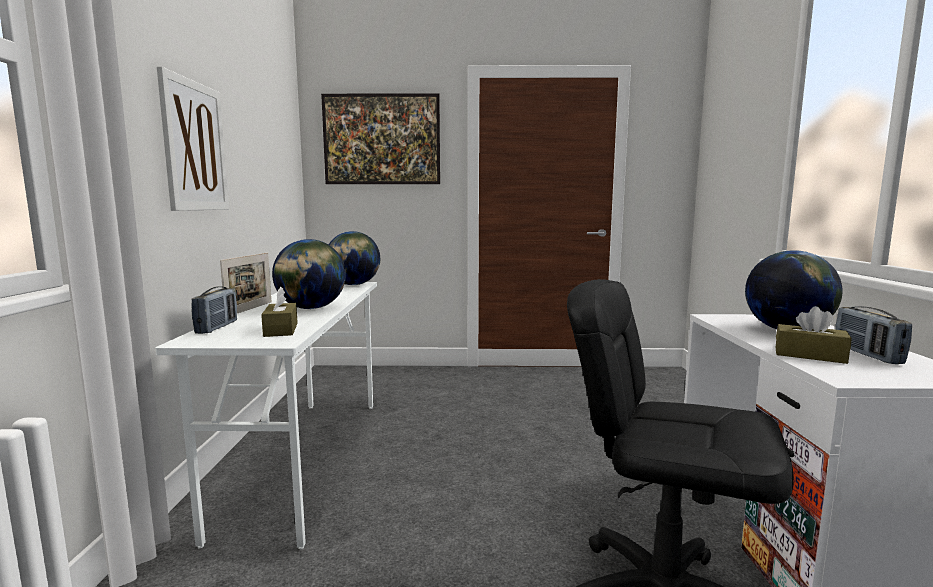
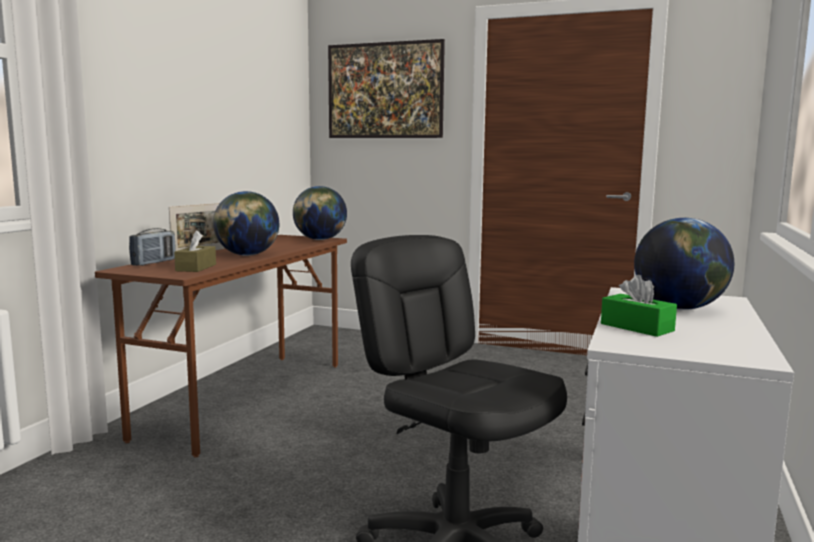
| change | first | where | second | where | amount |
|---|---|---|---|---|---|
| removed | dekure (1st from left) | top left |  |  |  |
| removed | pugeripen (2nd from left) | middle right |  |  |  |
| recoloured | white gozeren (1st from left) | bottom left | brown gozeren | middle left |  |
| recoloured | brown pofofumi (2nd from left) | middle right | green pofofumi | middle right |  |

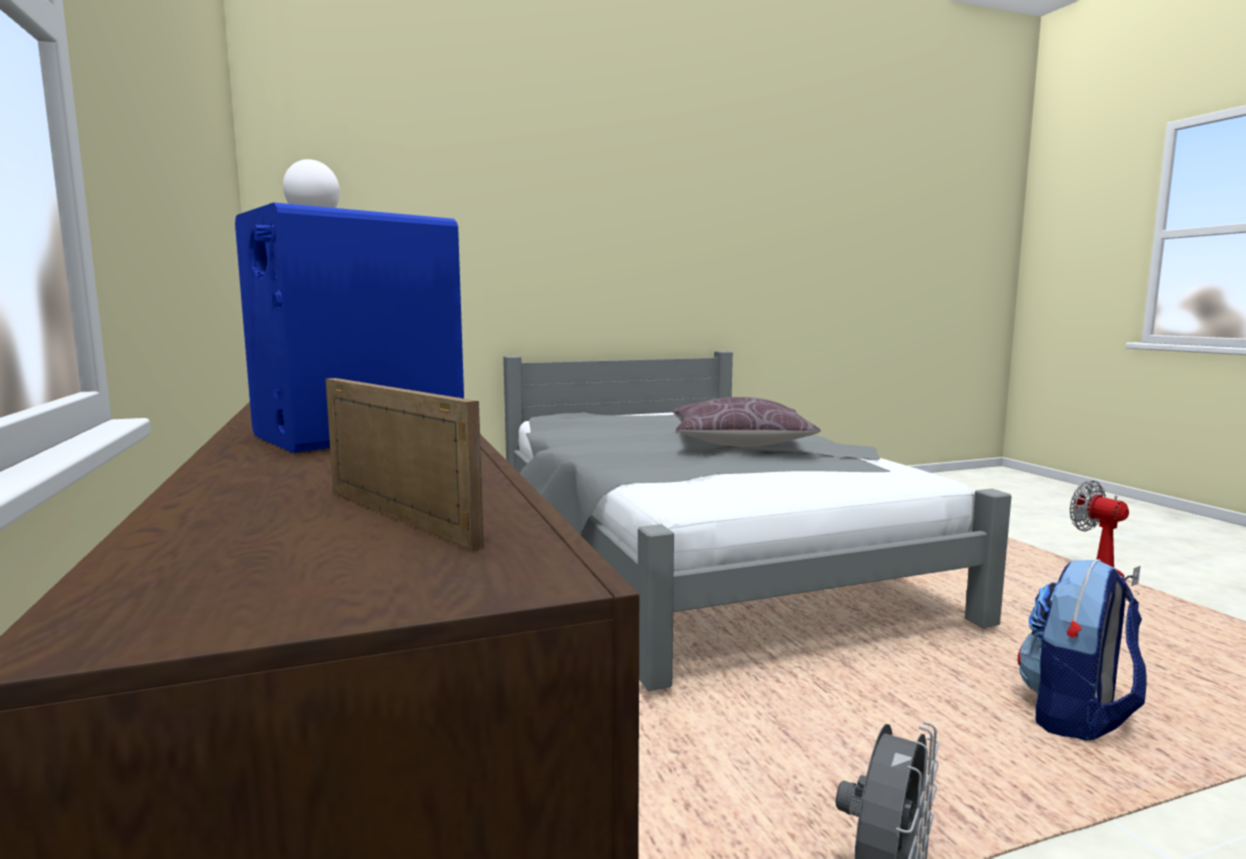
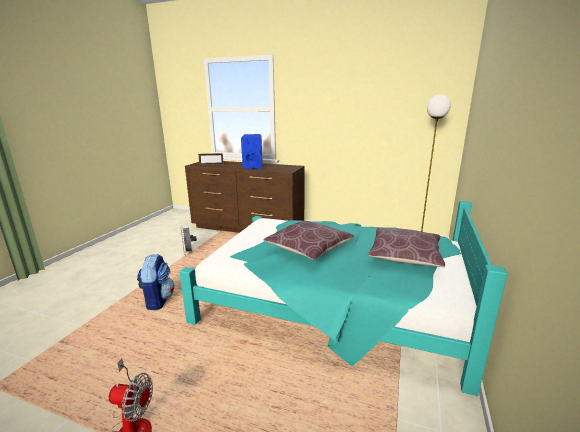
| change | first | where | second | where | amount |
|---|---|---|---|---|---|
| added |  |  | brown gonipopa (2nd from left) | middle right |  |
| recoloured | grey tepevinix | centre | turquoise tepevinix | bottom centre |  |

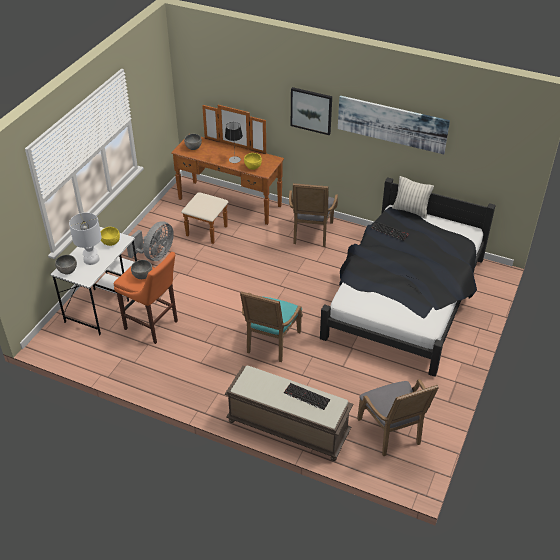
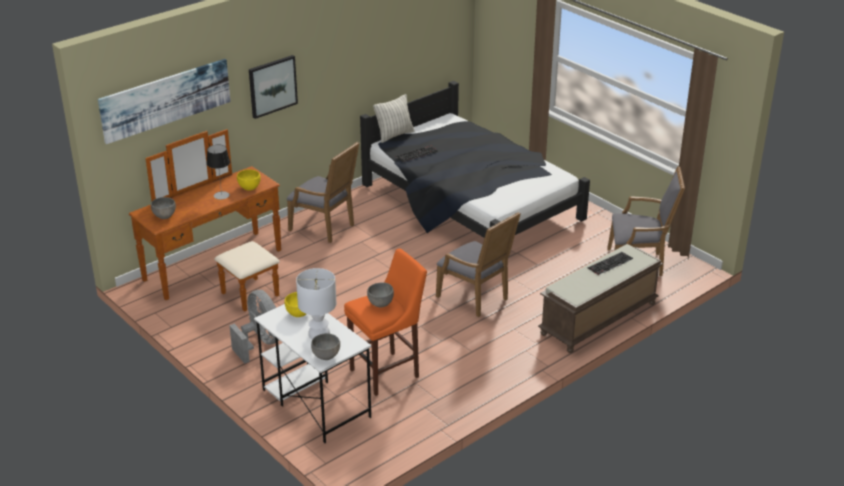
| change | first | where | second | where | amount |
|---|---|---|---|---|---|
| moved | dekure (2nd from left in the first image) | top right | dekure (1st from left) | top left |  |
| recoloured | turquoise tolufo | centre | grey tolufo (2nd from left) | centre |  |

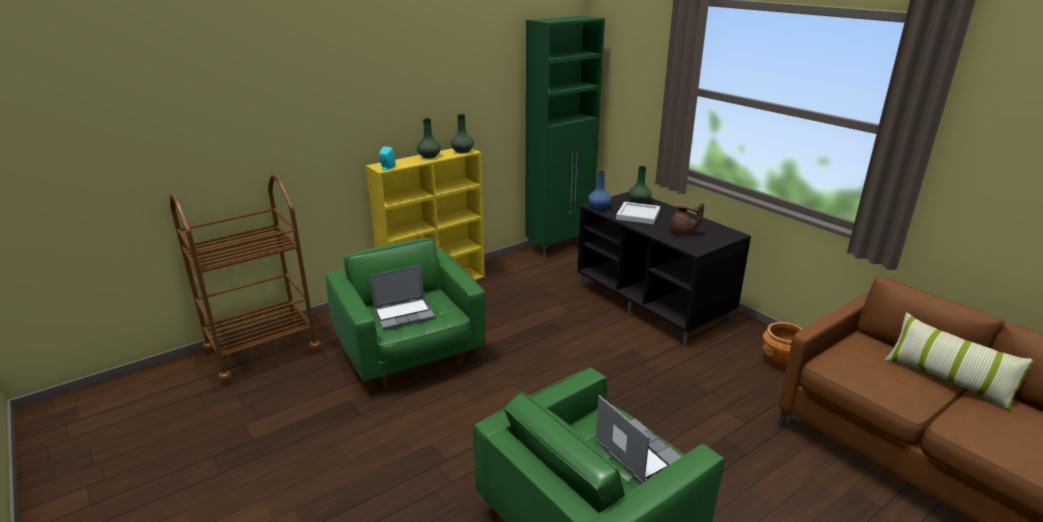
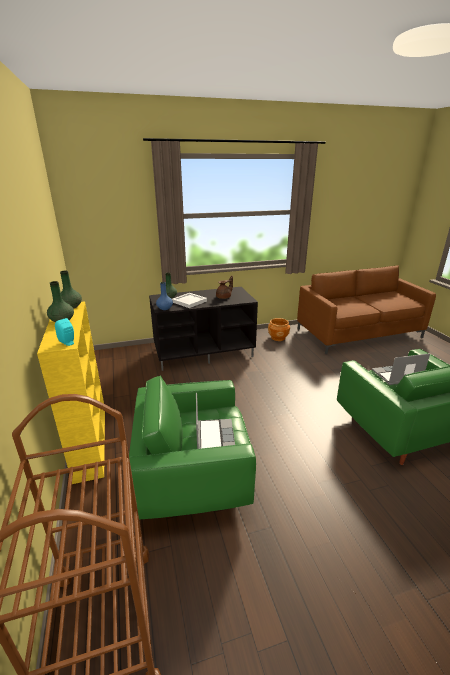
| change | first | where | second | where | amount |
|---|---|---|---|---|---|
| removed | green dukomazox | top centre |  |  |  |
| removed | gonipopa | bottom right |  |  |  |

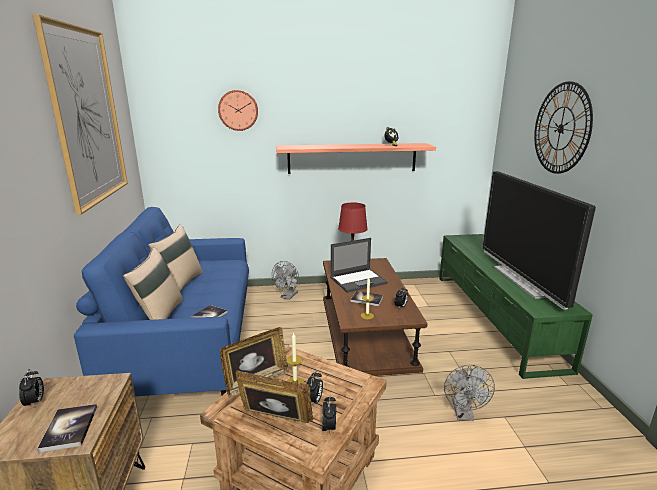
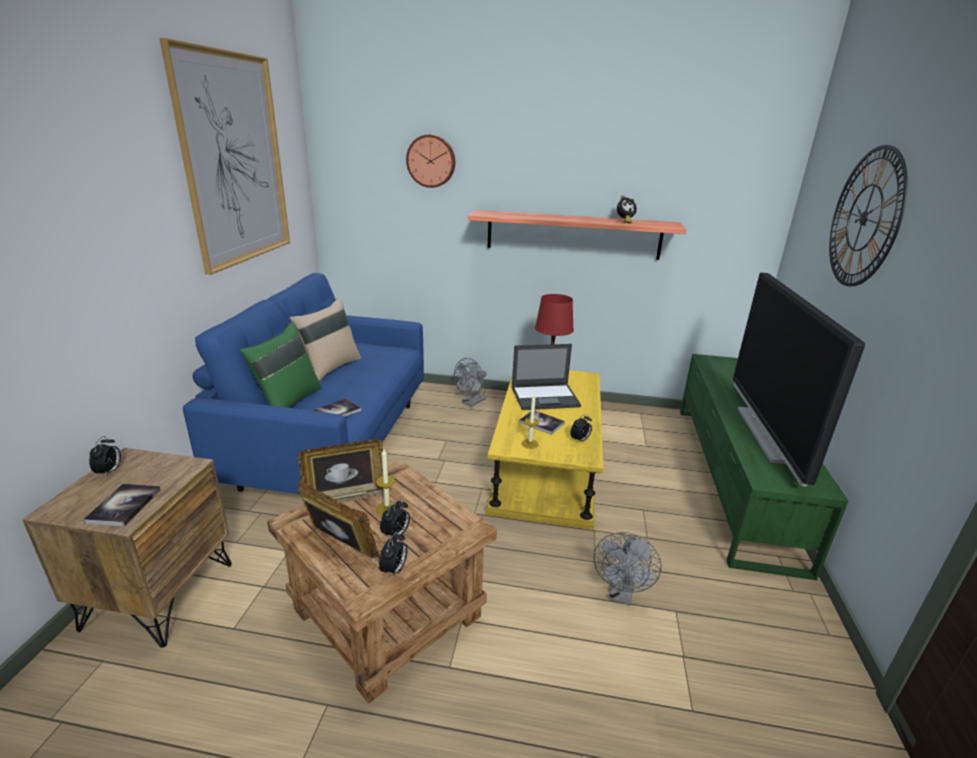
| change | first | where | second | where | amount |
|---|---|---|---|---|---|
| recoloured | beige gonipopa (1st from left) | middle left | green gonipopa | middle left |  |
| recoloured | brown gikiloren | centre | yellow gikiloren | centre |  |

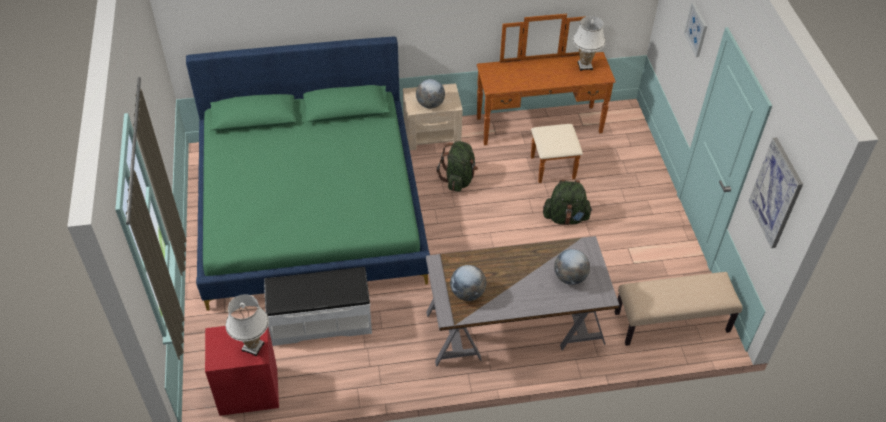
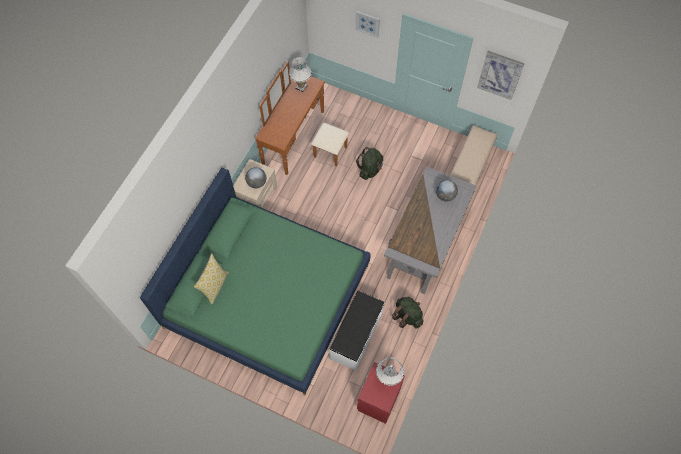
| change | first | where | second | where | amount |
|---|---|---|---|---|---|
| removed | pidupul (2nd from left) | bottom centre |  |  |  |
| added |  |  | gonipopa | middle left |  |
| moved | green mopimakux (1st from left in the first image) | centre | green mopimakux (2nd from left) | bottom centre |  |

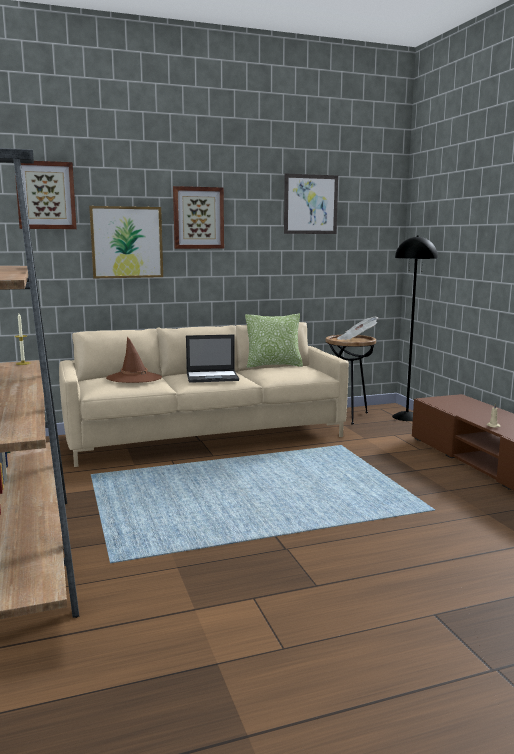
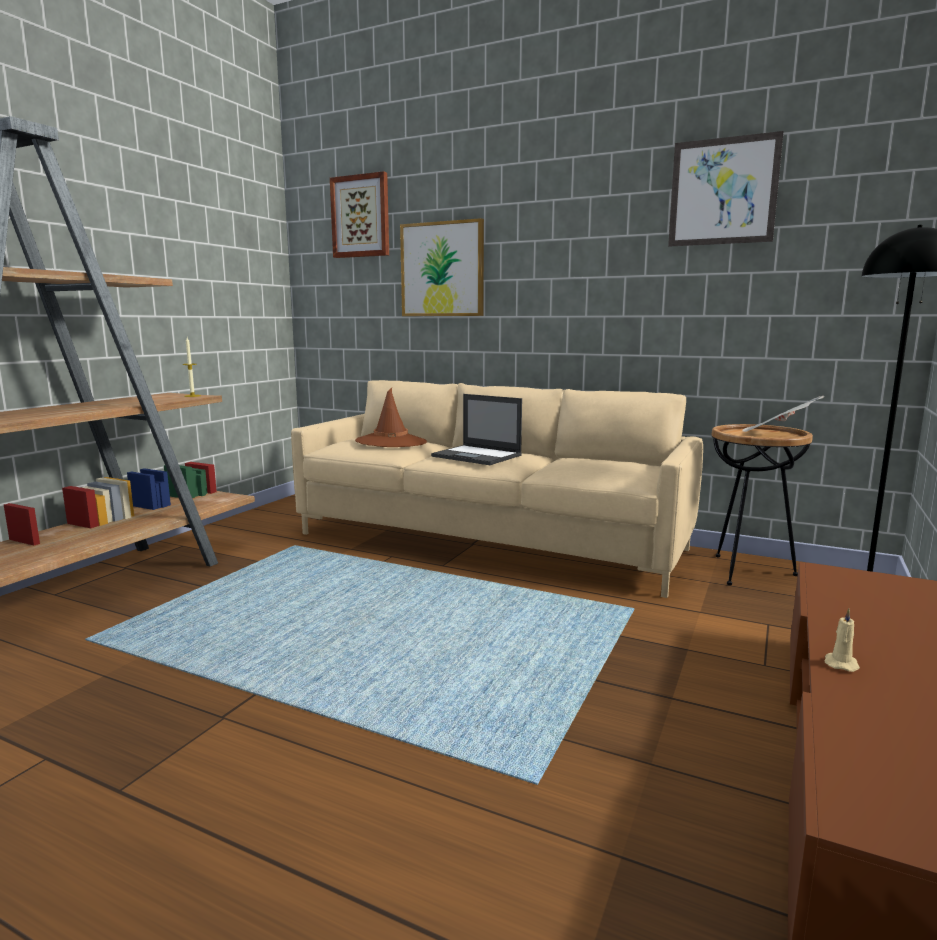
| change | first | where | second | where | amount |
|---|---|---|---|---|---|
| removed | dekure (3rd from left) | top centre |  |  |  |
| removed | gonipopa | centre |  |  |  |

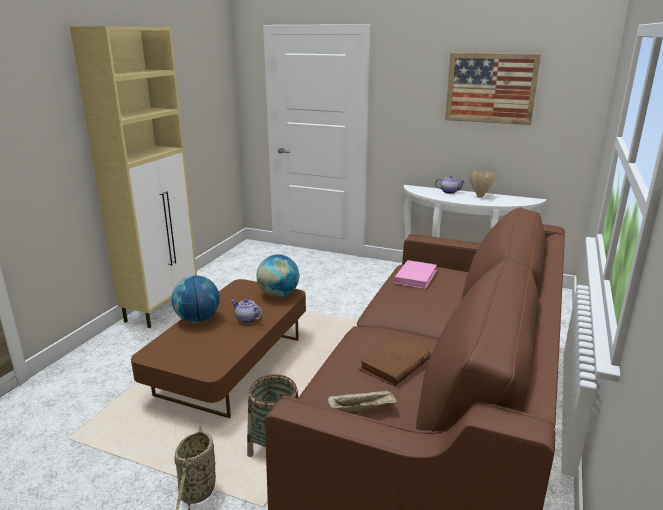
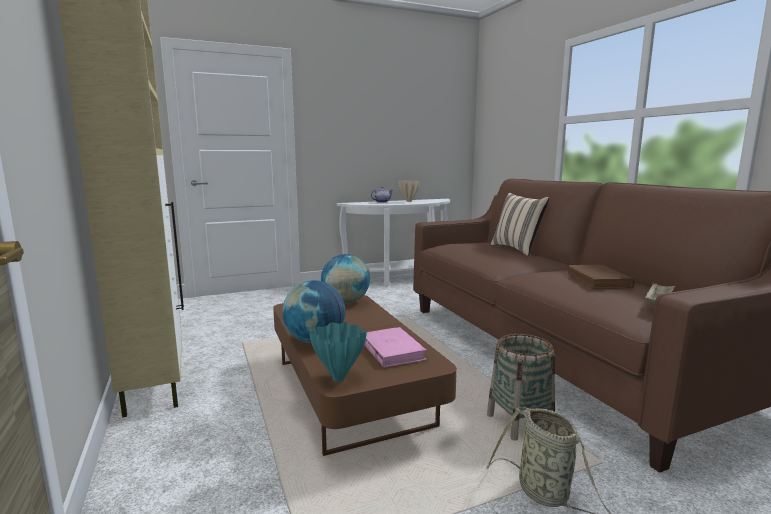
| change | first | where | second | where | amount |
|---|---|---|---|---|---|
| removed | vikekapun (1st from left) | centre |  |  |  |
| removed | dekure | top right |  |  |  |
| added |  |  | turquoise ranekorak | bottom centre |  |
| added |  |  | beige gonipopa | middle right |  |
| moved | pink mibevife | centre |  | bottom centre |  |

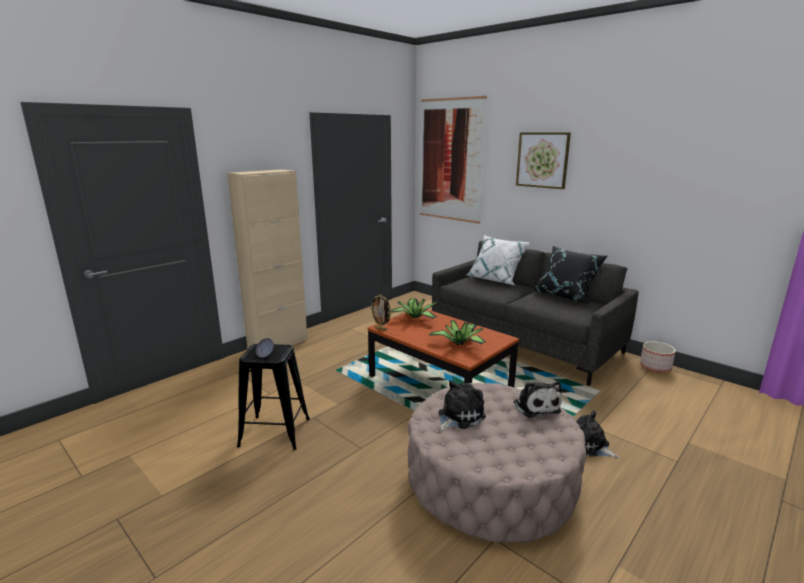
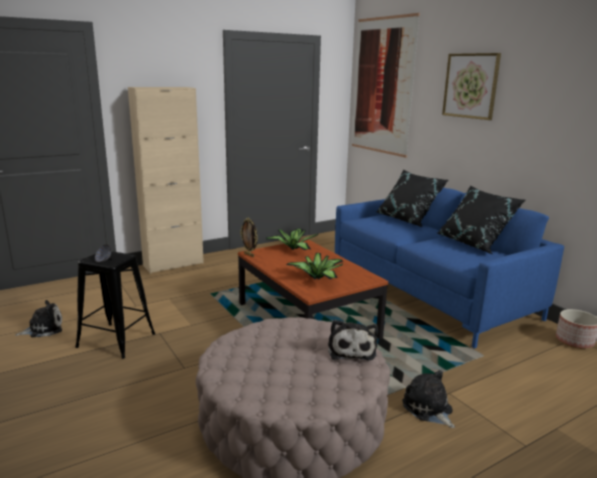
| change | first | where | second | where | amount |
|---|---|---|---|---|---|
| moved | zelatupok (1st from left) | bottom centre |  | middle left |  |
| recoloured | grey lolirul | centre | blue lolirul | middle right |  |
| recoloured | white gonipopa | centre | black gonipopa (1st from left) | middle right |  |

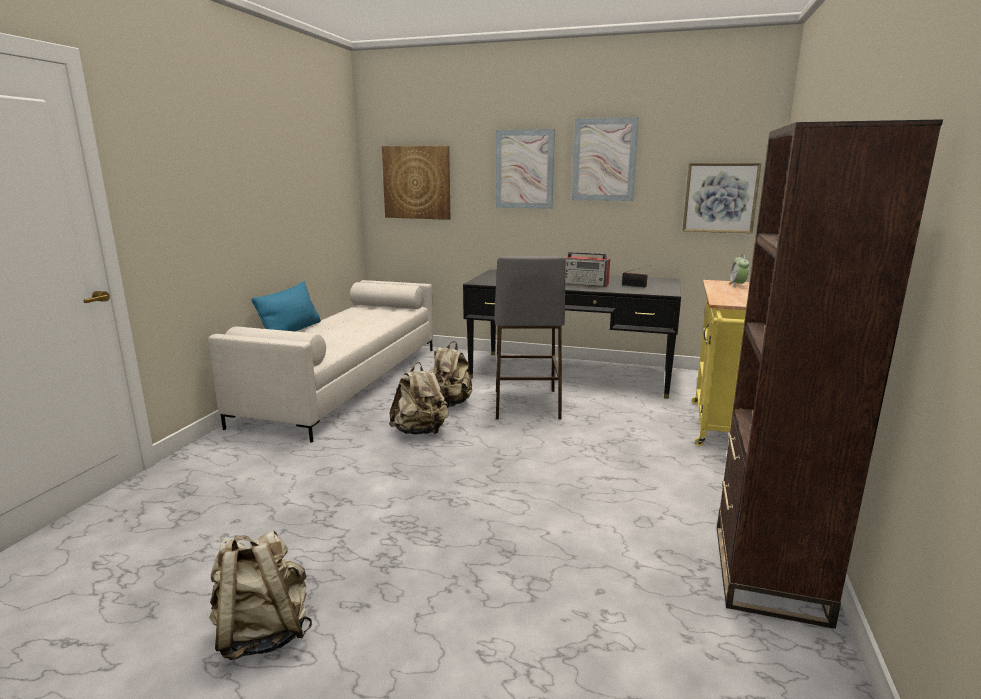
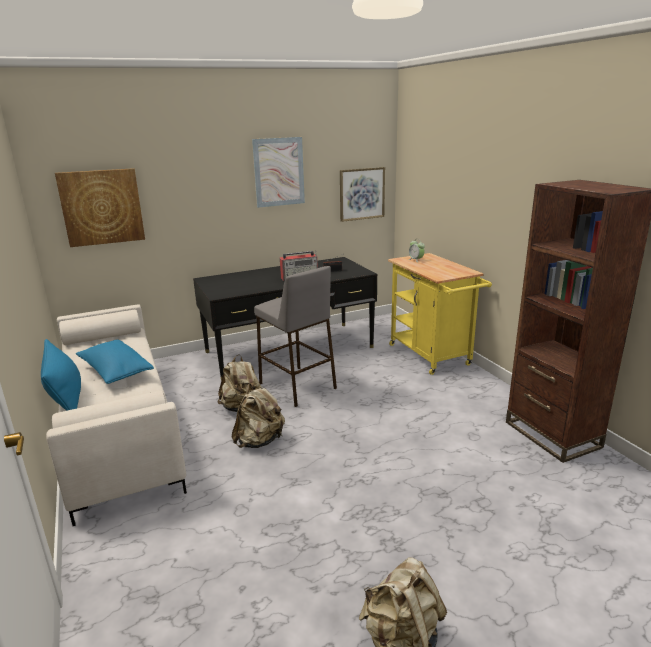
| change | first | where | second | where | amount |
|---|---|---|---|---|---|
| removed | dekure (2nd from left) | top centre |  |  |  |
| added |  |  | blue gonipopa (2nd from left) | middle left |  |

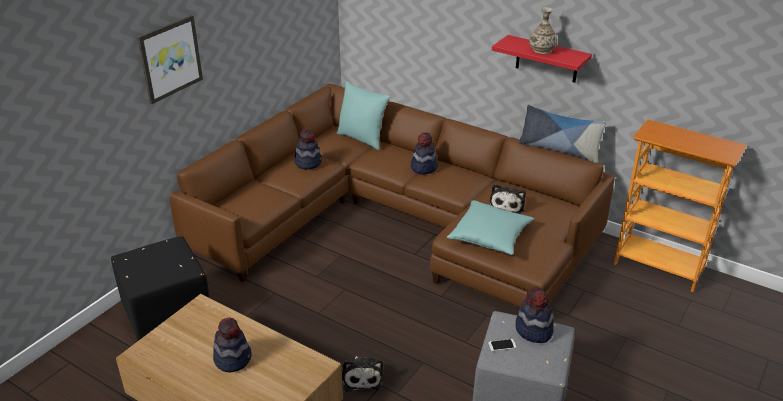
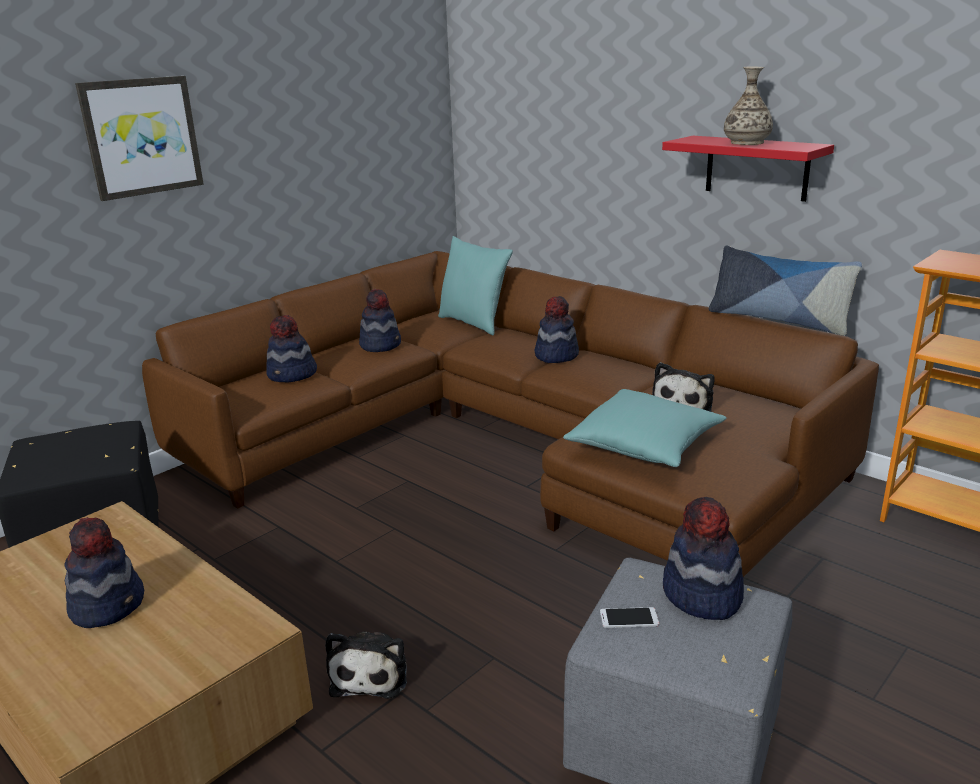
| change | first | where | second | where | amount |
|---|---|---|---|---|---|
| added |  |  | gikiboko (2nd from left) | middle left |  |

